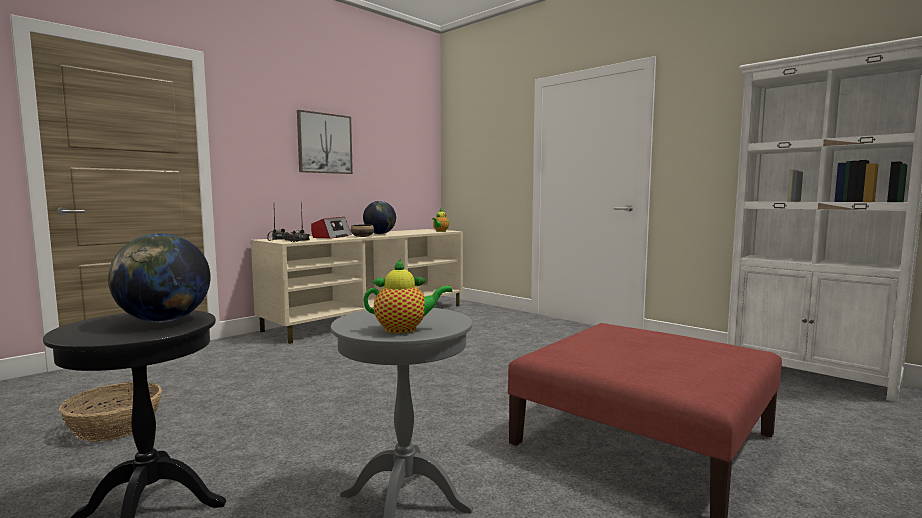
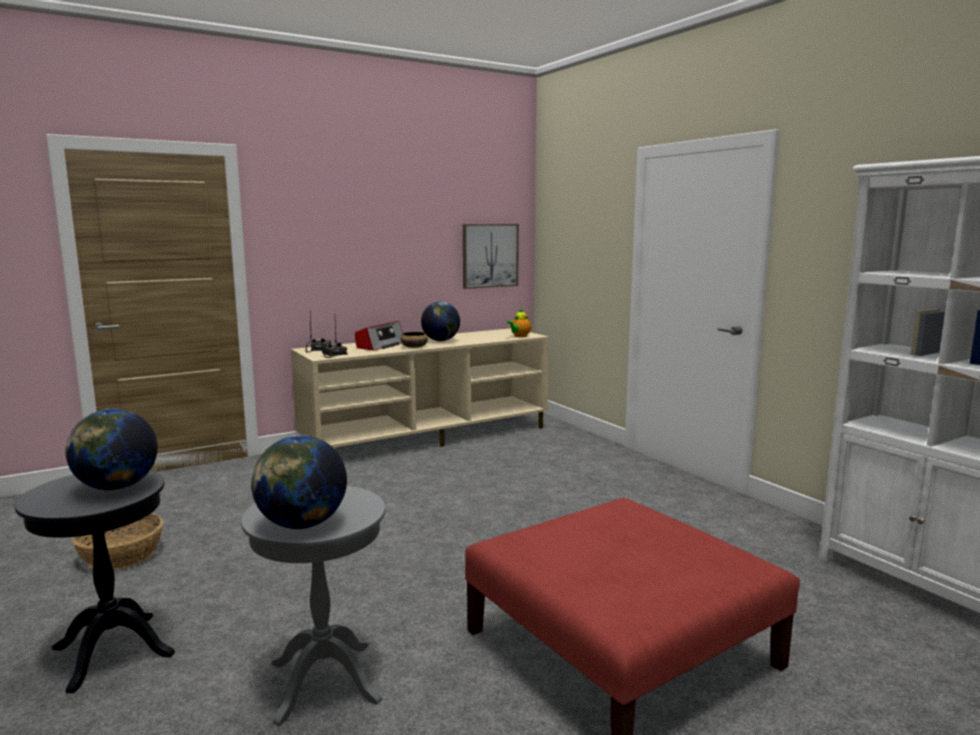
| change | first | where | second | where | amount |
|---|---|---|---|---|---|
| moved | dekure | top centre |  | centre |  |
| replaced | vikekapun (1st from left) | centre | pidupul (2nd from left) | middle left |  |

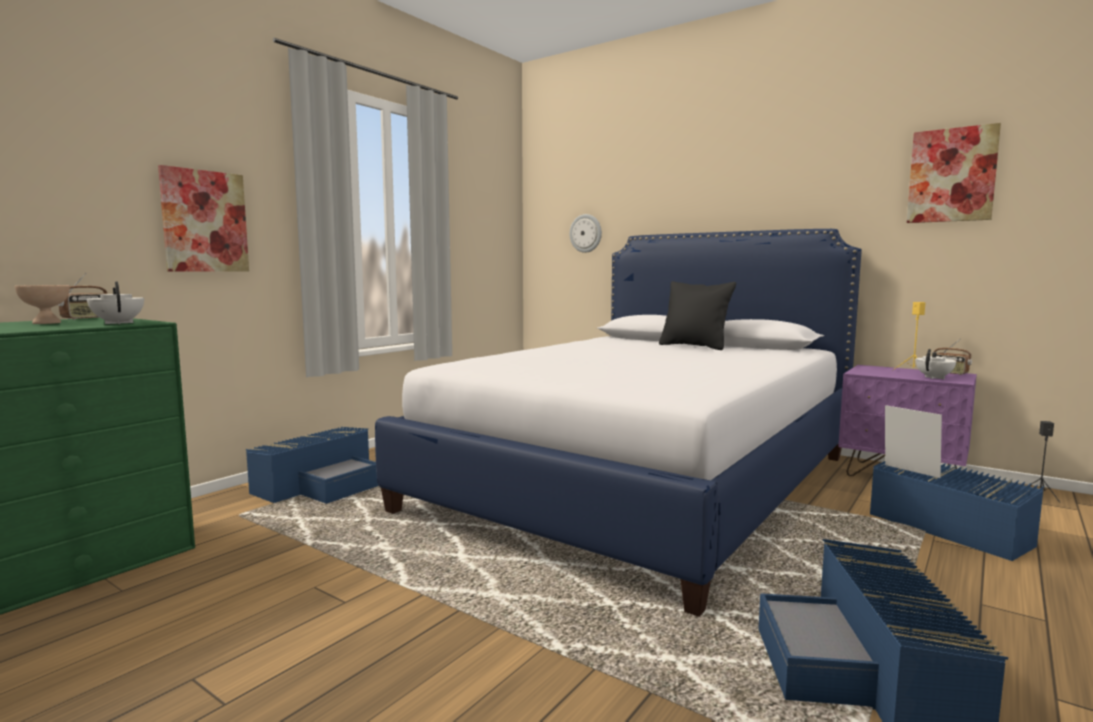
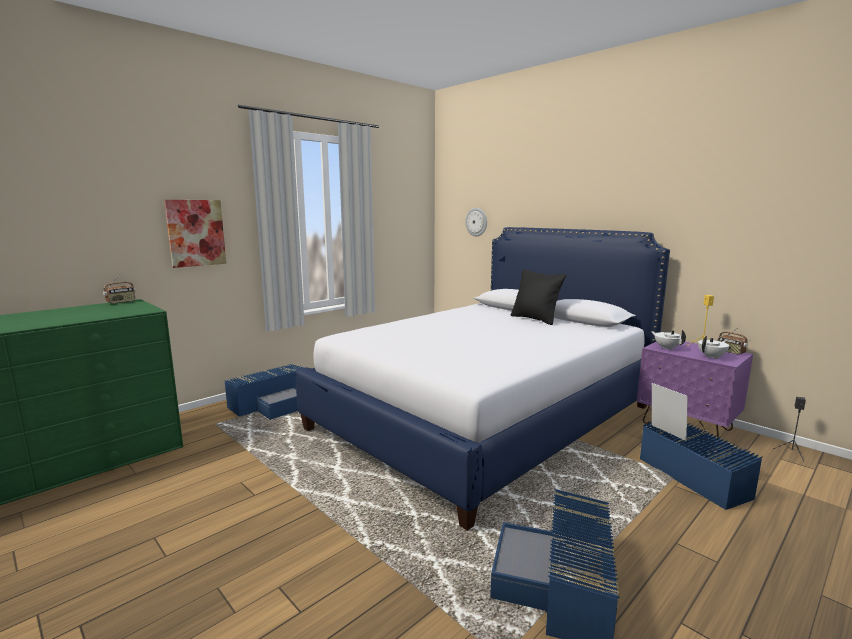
| change | first | where | second | where | amount |
|---|---|---|---|---|---|
| removed | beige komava | middle left |  |  |  |
| removed | dekure (2nd from left) | top right |  |  |  |
| moved | white vikekapun (1st from left) | middle left |  | middle right |  |

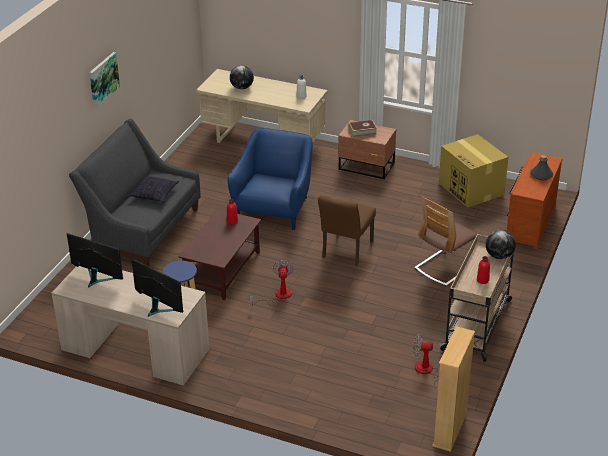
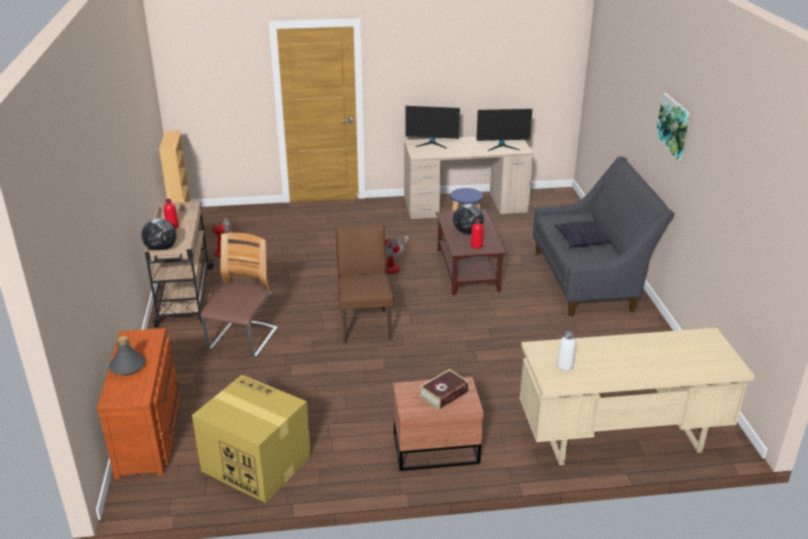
| change | first | where | second | where | amount |
|---|---|---|---|---|---|
| removed | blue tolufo | centre |  |  |  |
| moved | pidupul (1st from left in the first image) | top centre | pidupul (2nd from left) | centre |  |

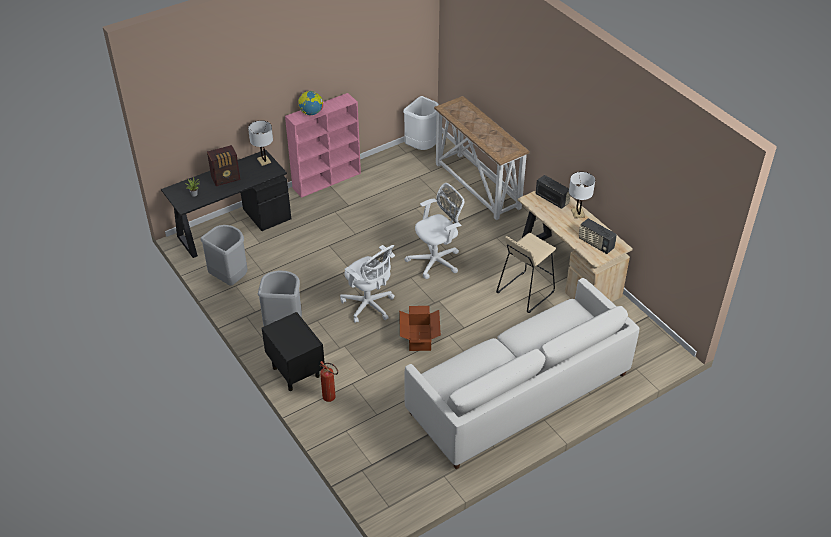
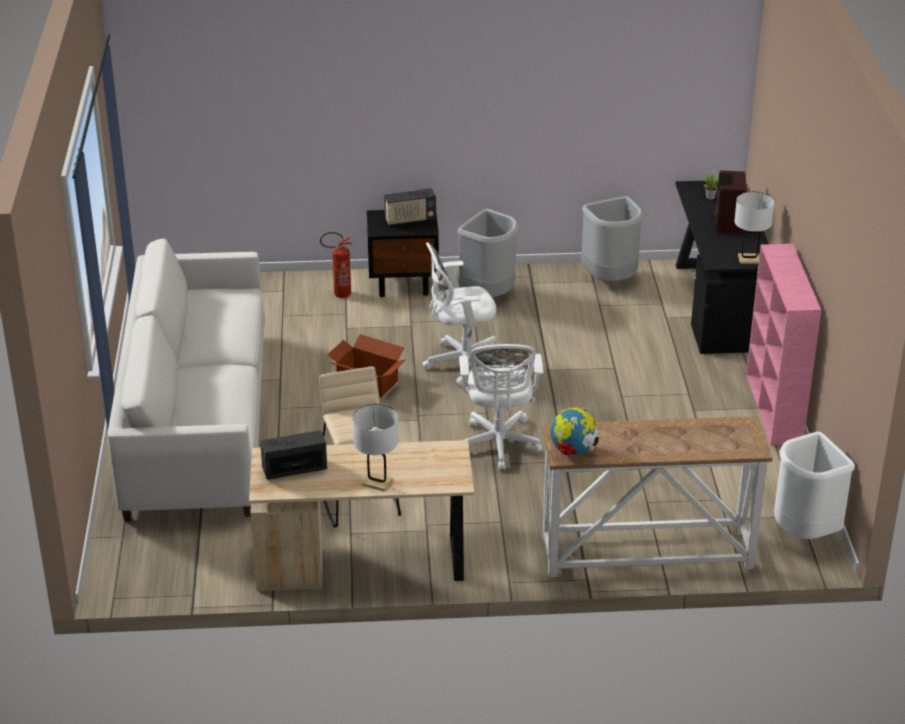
| change | first | where | second | where | amount |
|---|---|---|---|---|---|
| moved | pidupul | top centre |  | centre |  |
| moved | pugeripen (2nd from left) | centre |  | top centre |  |

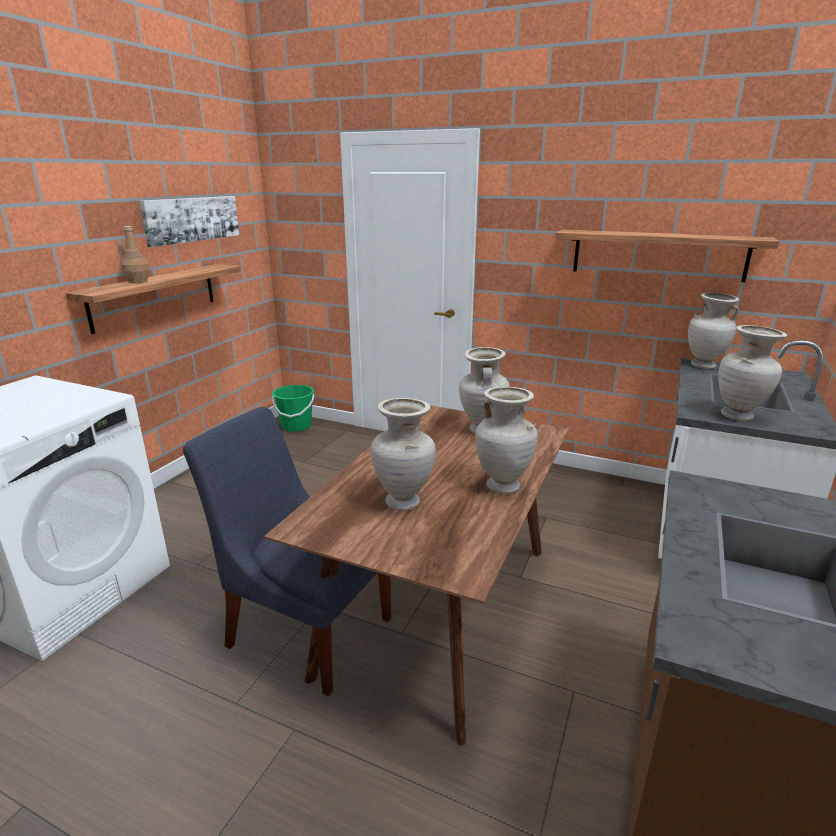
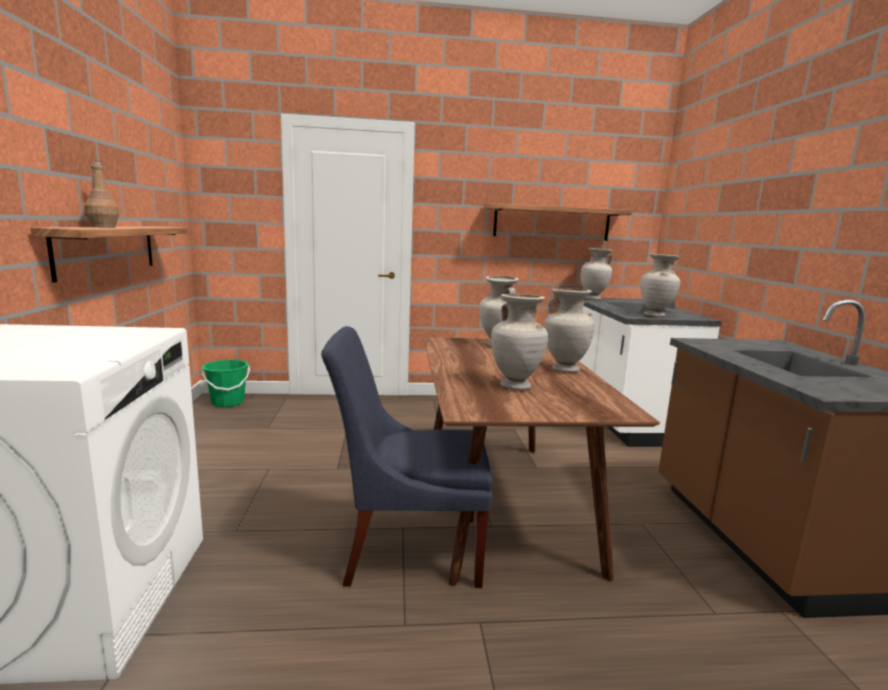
| change | first | where | second | where | amount |
|---|---|---|---|---|---|
| removed | dekure | top left |  |  |  |

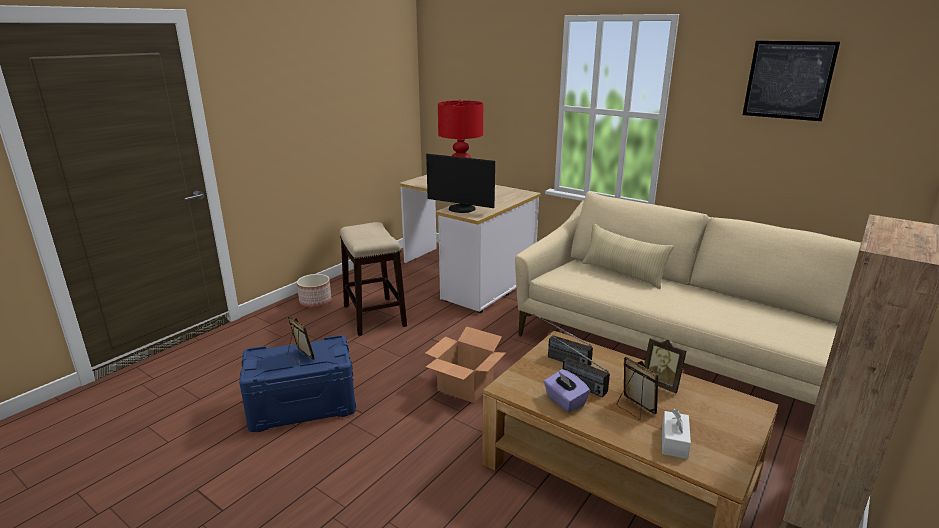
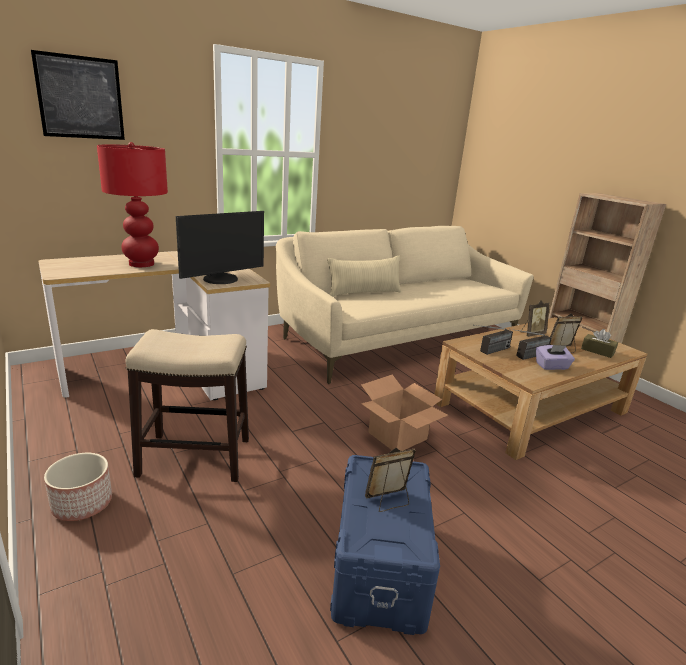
| change | first | where | second | where | amount |
|---|---|---|---|---|---|
| moved | dekure | top right |  | top left |  |
| recoloured | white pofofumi | bottom right | brown pofofumi | middle right |  |

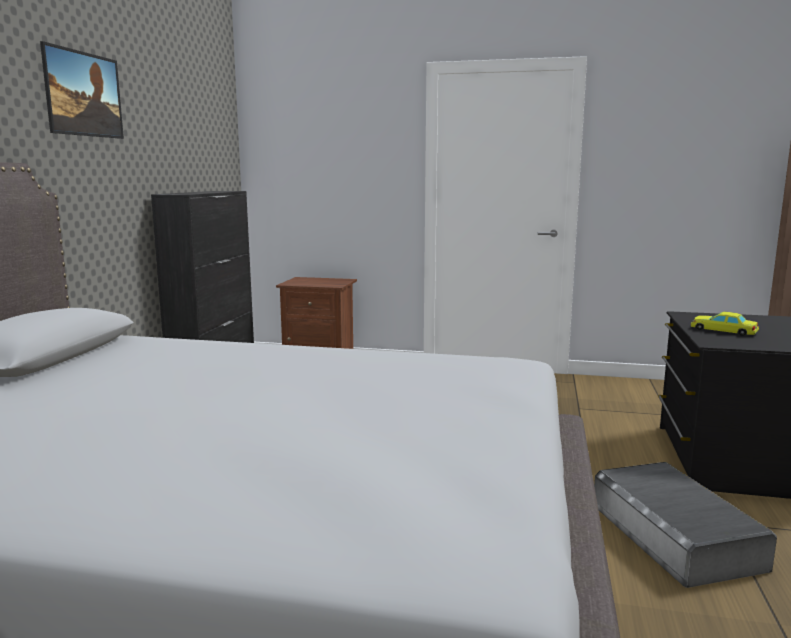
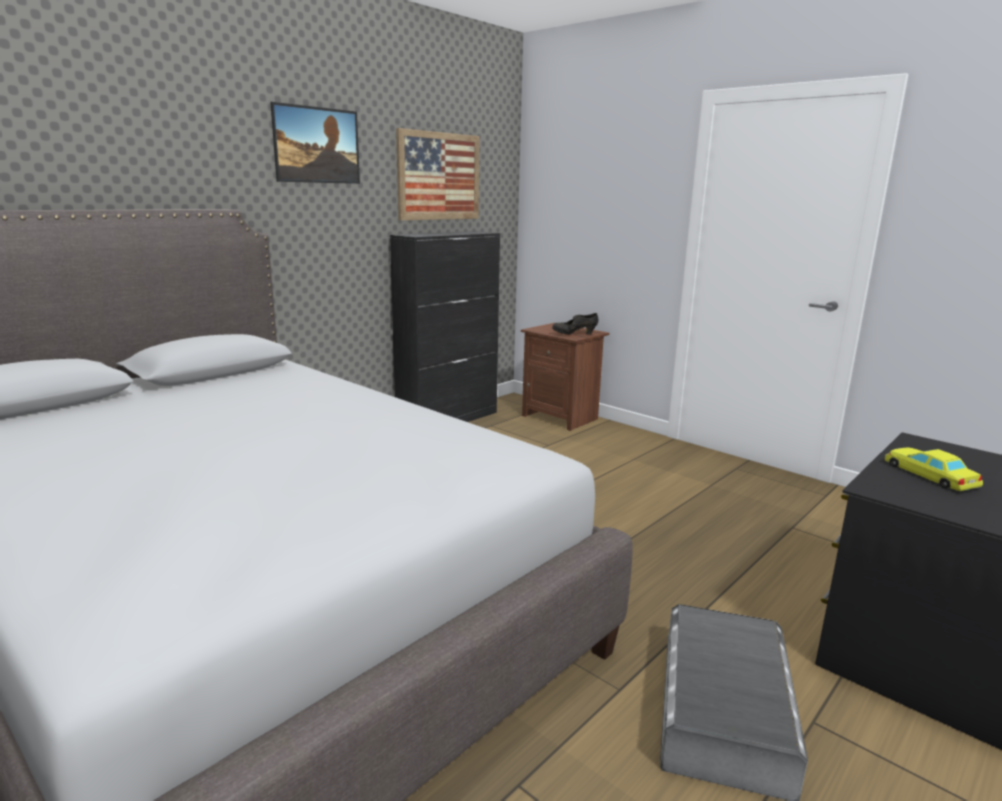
| change | first | where | second | where | amount |
|---|---|---|---|---|---|
| added |  |  | dekure (2nd from left) | top centre |  |
| added |  |  | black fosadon | centre |  |

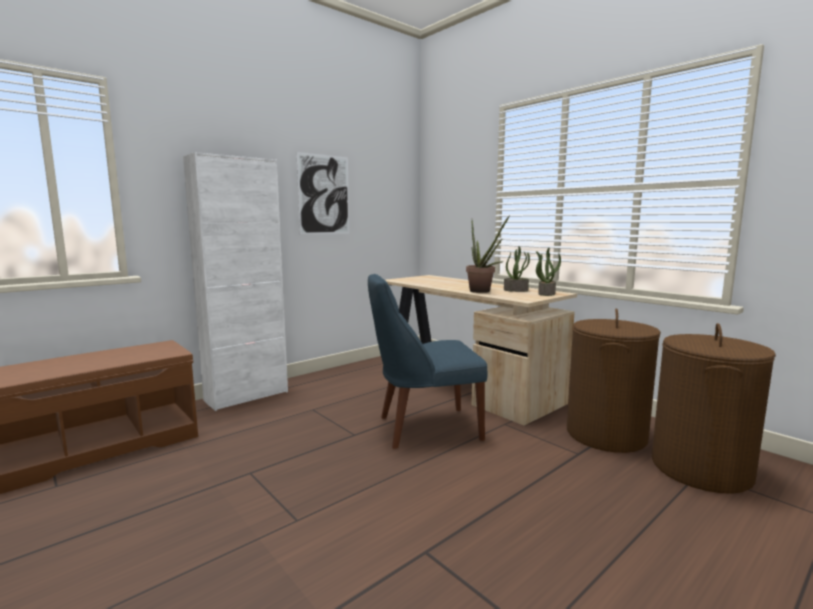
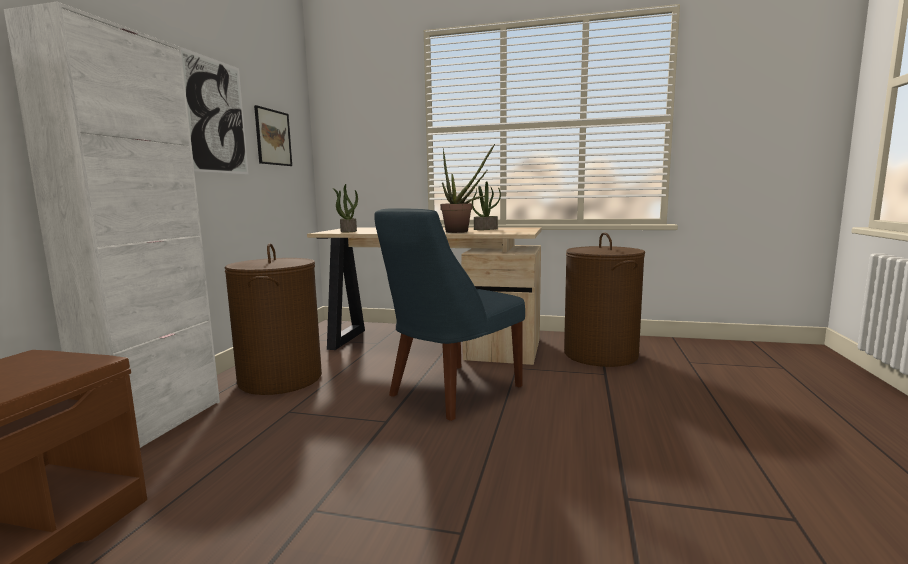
| change | first | where | second | where | amount |
|---|---|---|---|---|---|
| added |  |  | dekure (2nd from left) | top left |  |
| moved | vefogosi (3rd from left in the first image) | middle right | vefogosi (1st from left) | centre |  |
| moved | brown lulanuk (2nd from left in the first image) | bottom right | brown lulanuk (1st from left) | middle left |  |

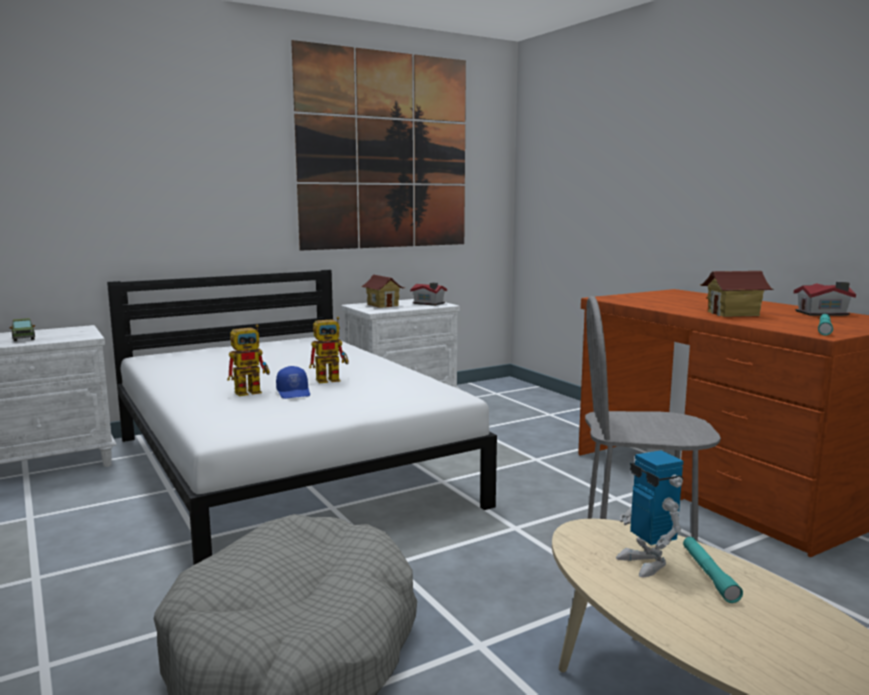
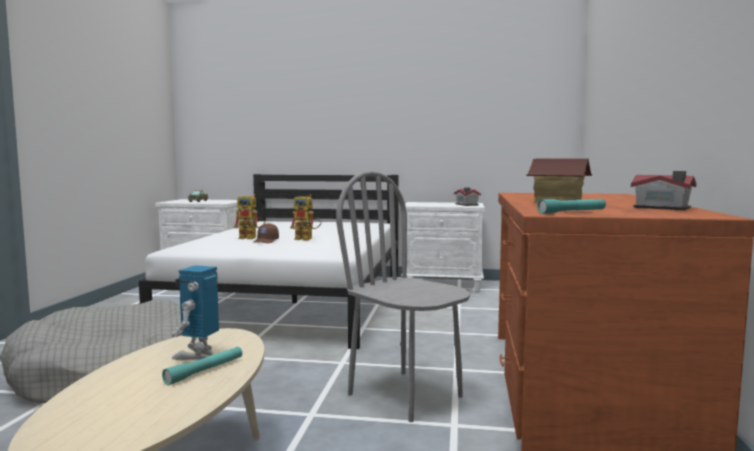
| change | first | where | second | where | amount |
|---|---|---|---|---|---|
| removed | dekure | top centre |  |  |  |
| removed | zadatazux (1st from left) | centre |  |  |  |
| recoloured | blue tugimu | centre | brown tugimu | centre |  |

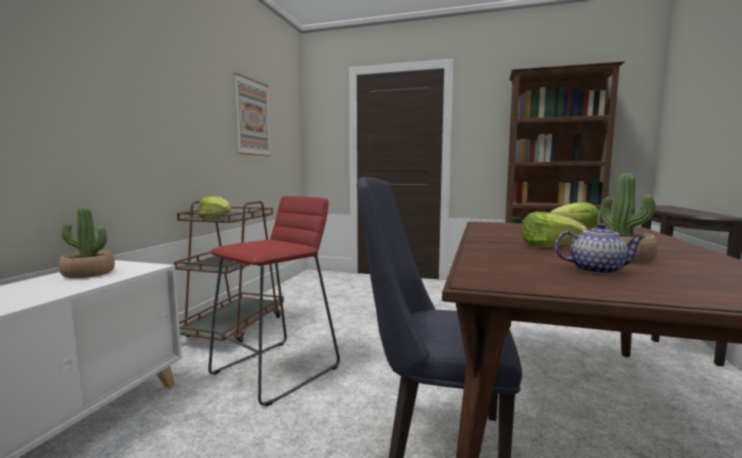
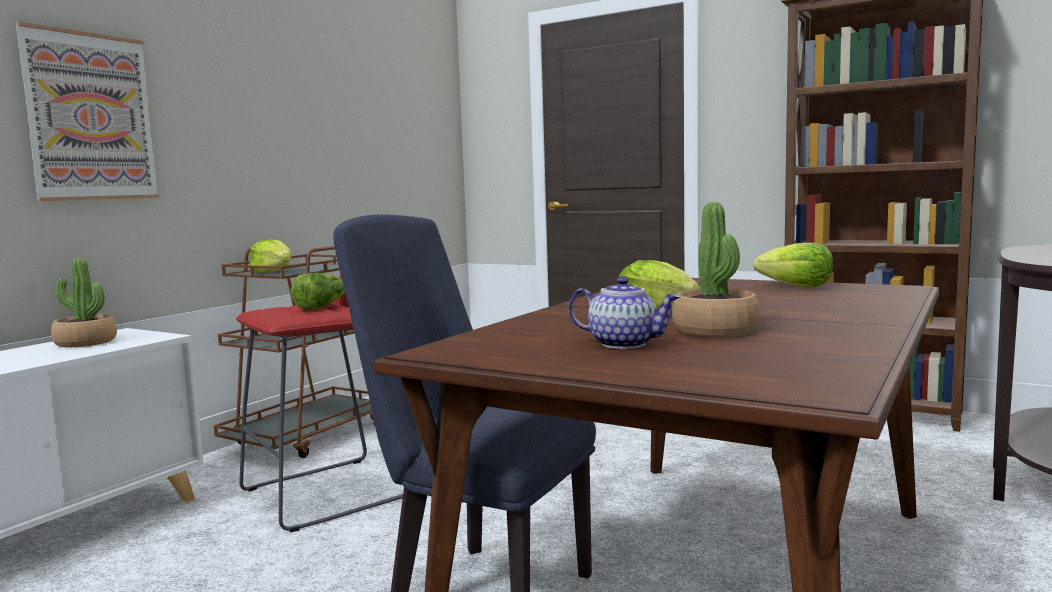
| change | first | where | second | where | amount |
|---|---|---|---|---|---|
| added |  |  | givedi (2nd from left) | middle left |  |
| moved | dekure | top centre |  | top left |  |

